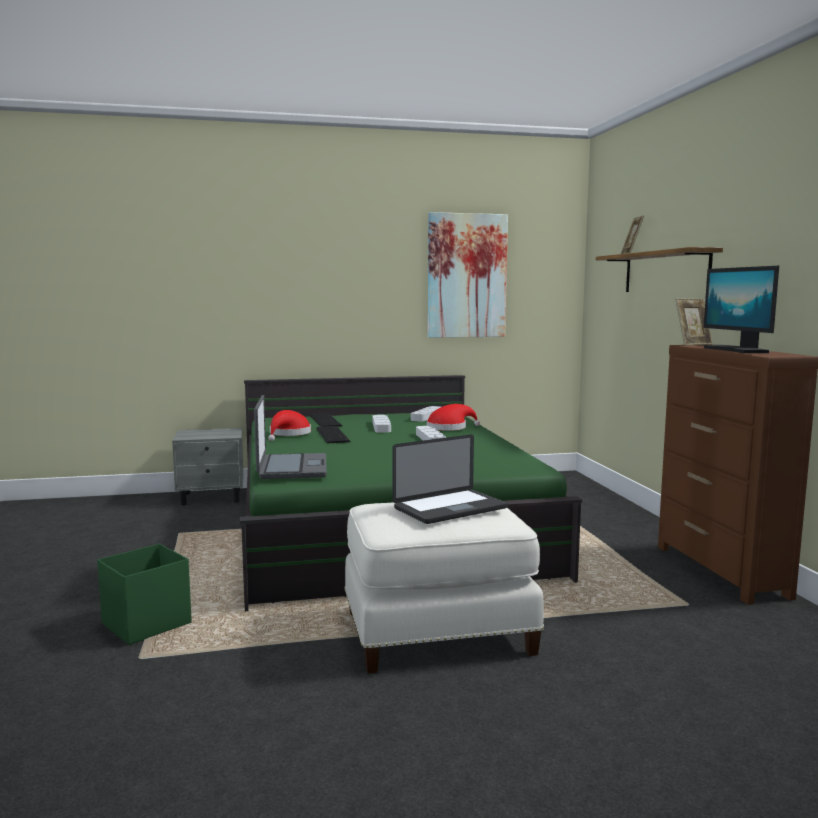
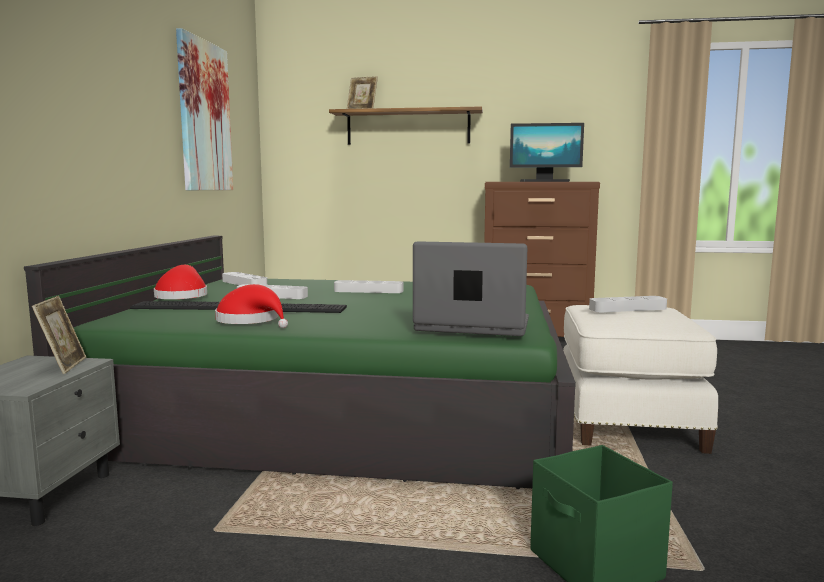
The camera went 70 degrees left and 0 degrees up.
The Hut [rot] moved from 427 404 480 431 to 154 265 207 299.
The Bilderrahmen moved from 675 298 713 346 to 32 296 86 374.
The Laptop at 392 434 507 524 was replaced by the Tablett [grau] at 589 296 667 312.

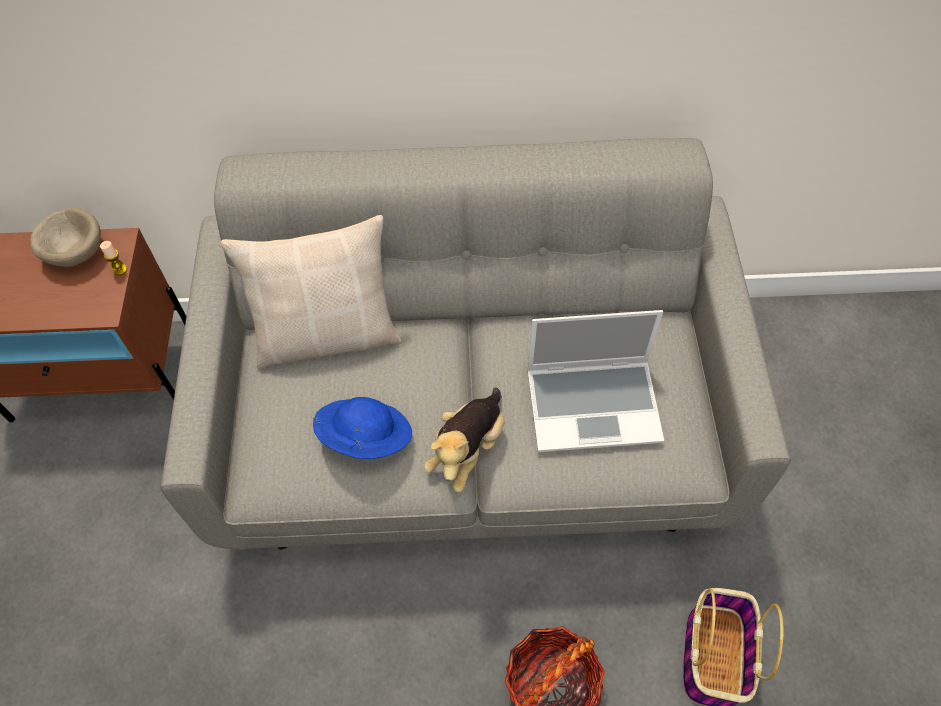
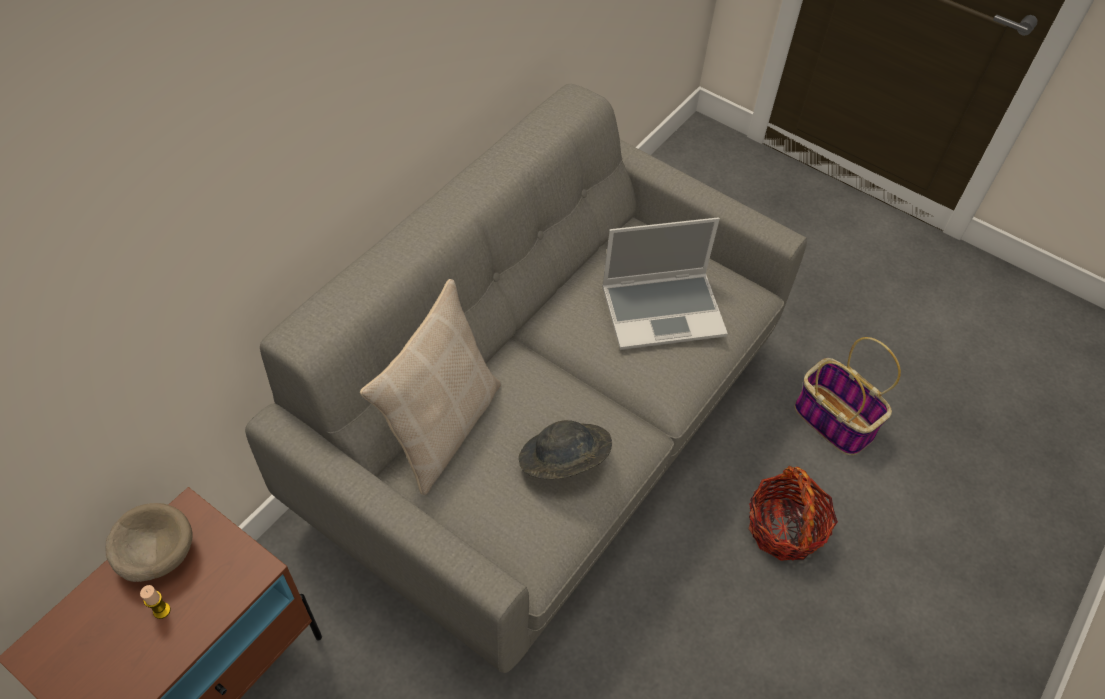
The camera went 55 degrees left and 5 degrees down.
The Plüschtier at 424 387 505 492 disappeared.
The Kerze moved from 100 241 127 275 to 140 585 171 619.
The Hut [blau] at 313 397 412 459 became the Hut [grau] at 518 420 612 480.
The Laptop at 527 310 664 452 turned 45 degrees clockwise.

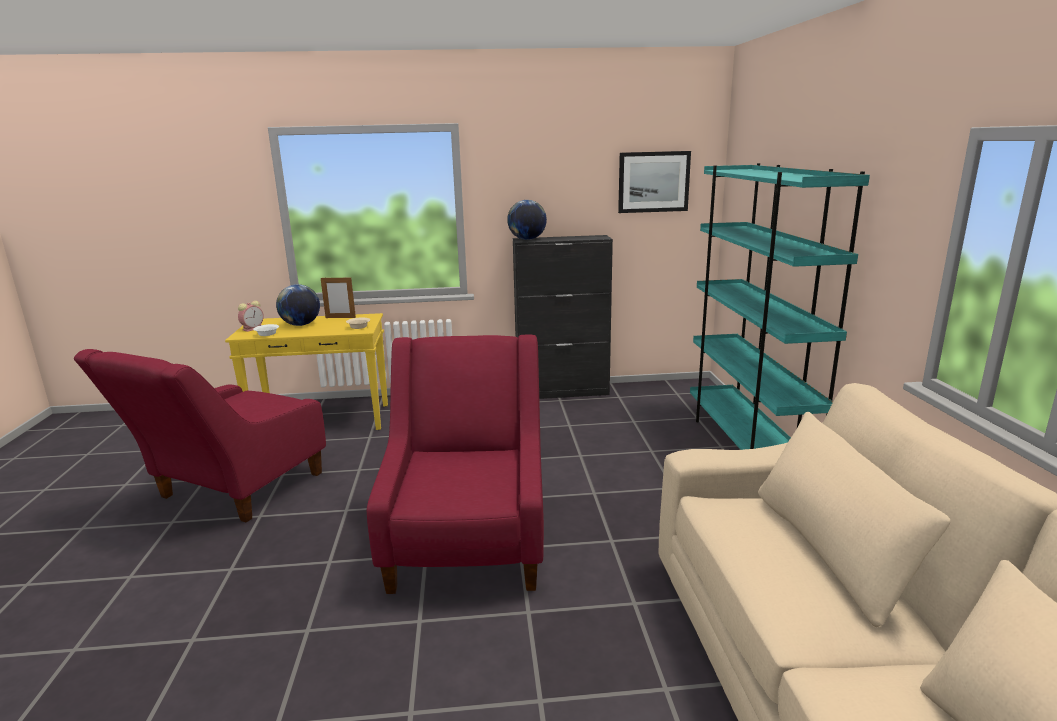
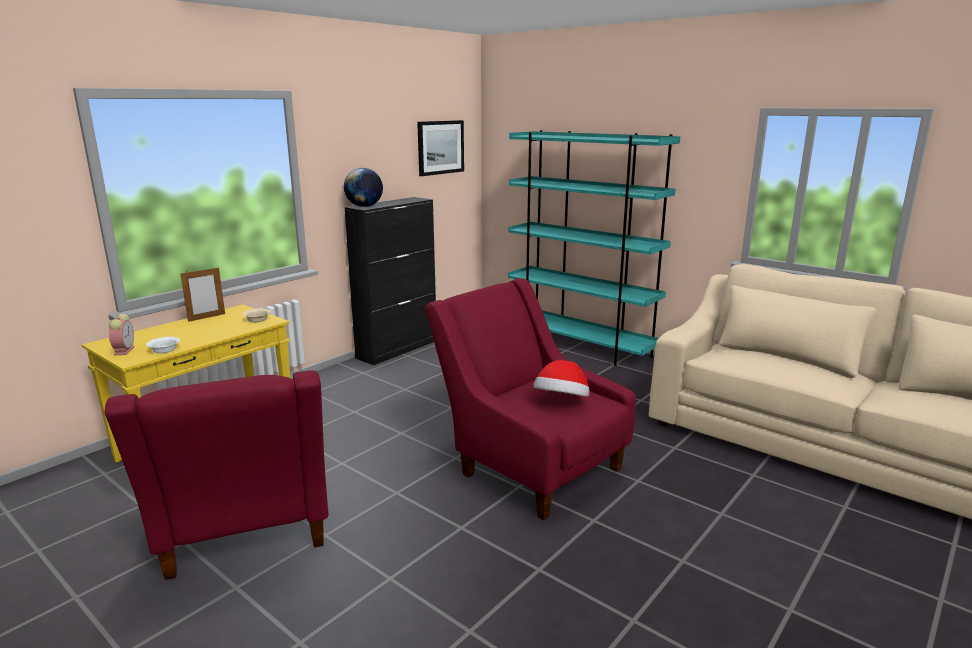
The camera went 45 degrees left and 0 degrees up.
The Globus at 276 284 320 326 disappeared.
The Hut at 534 360 589 397 appeared.

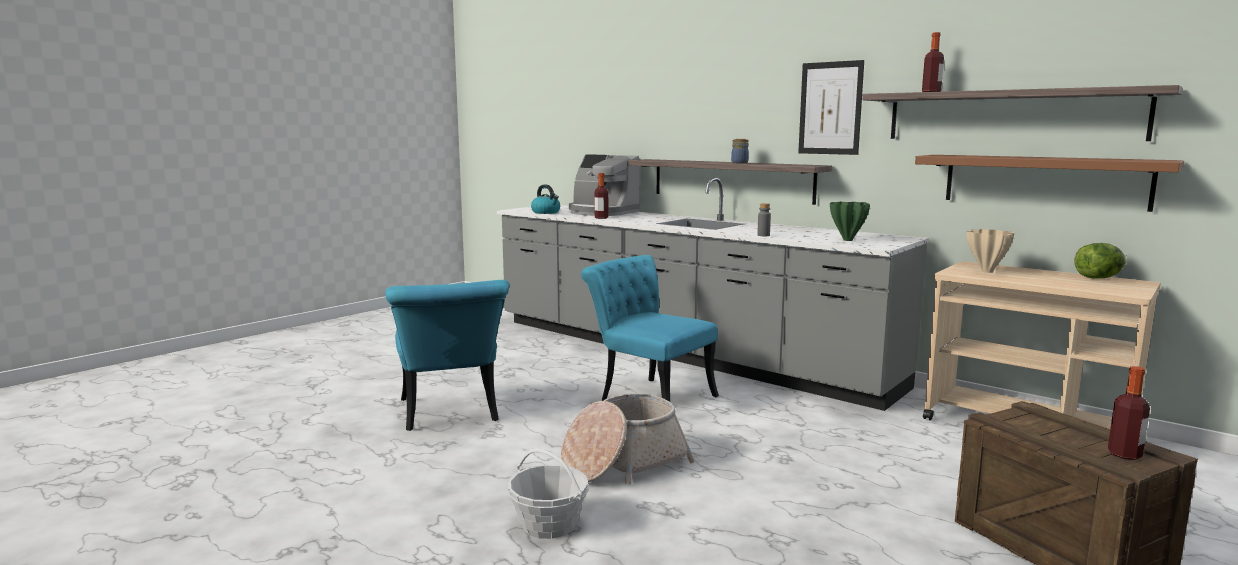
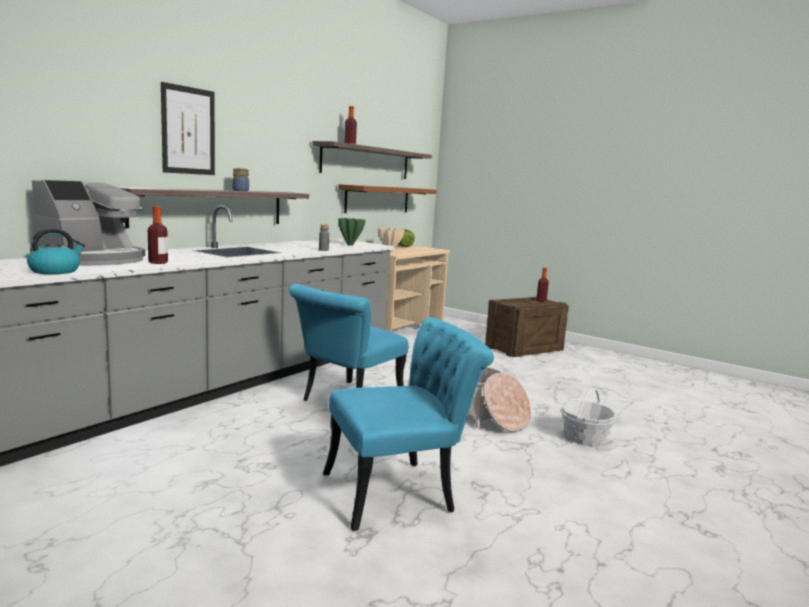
The camera went 95 degrees left and 0 degrees up.
The Bild moved from 798 60 864 155 to 161 82 215 175.

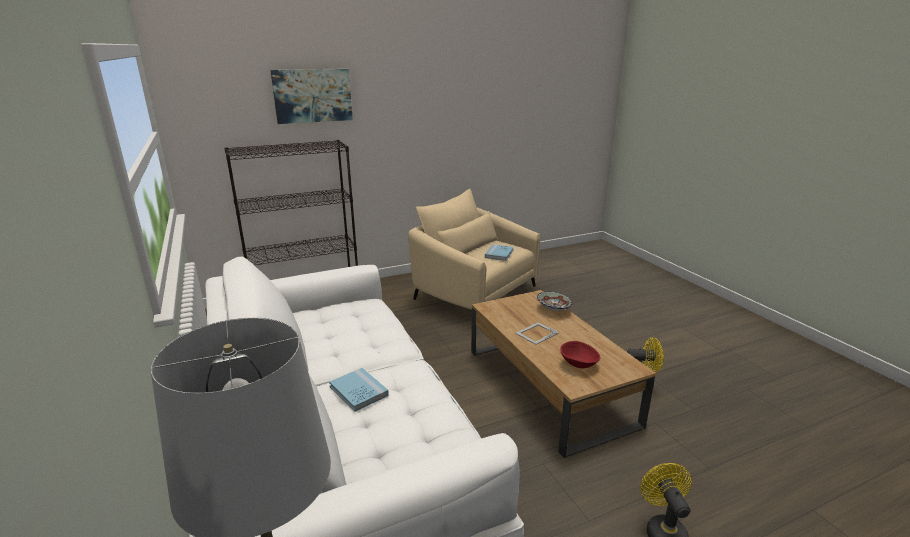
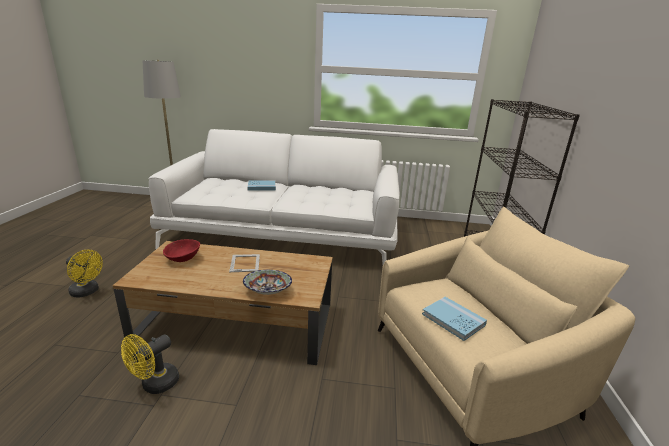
The camera went 120 degrees right and 0 degrees up.
The Bild at 270 69 353 124 disappeared.

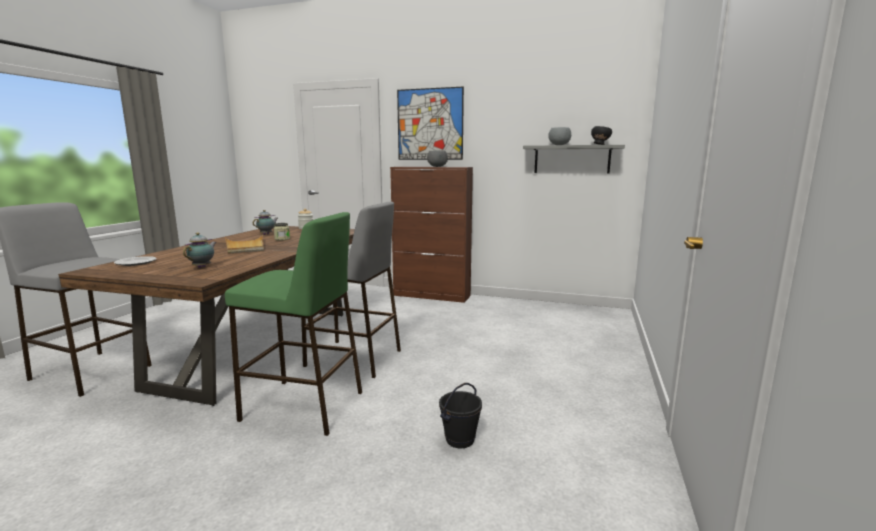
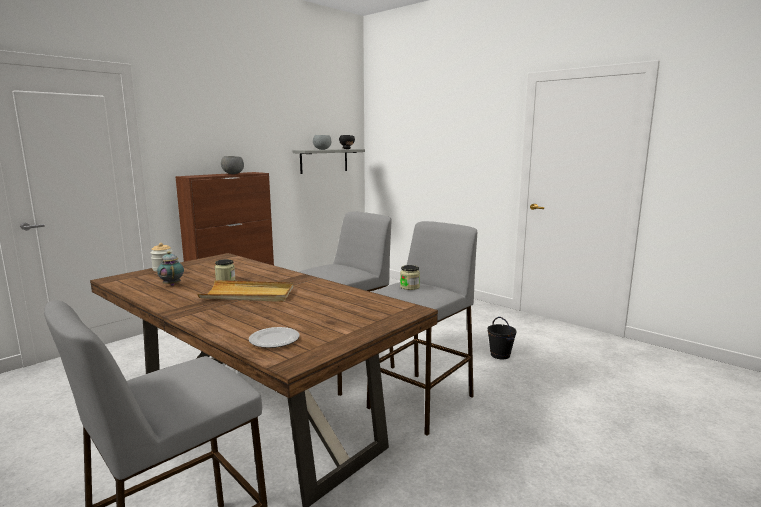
The camera went 65 degrees left and 0 degrees up.
The Teekanne at 183 232 216 268 disappeared.
The Bild at 397 87 464 160 disappeared.
The Vorratsglas at 400 265 420 290 appeared.
The Hocker [grün] at 225 212 362 436 became the Hocker [grau] at 367 221 477 436.

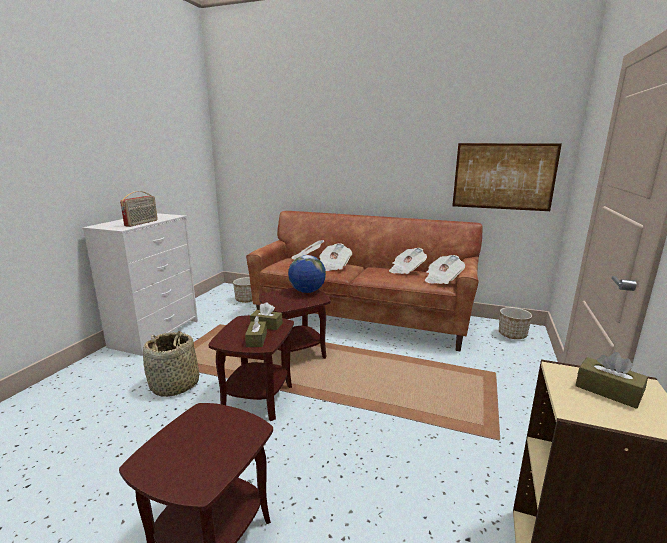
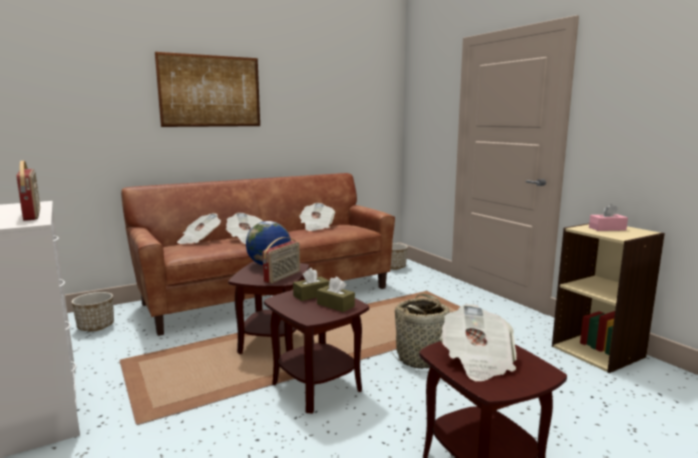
The camera went 50 degrees left and 5 degrees down.
The Radio at 263 237 300 284 appeared.
The Korb moved from 143 331 199 397 to 392 293 452 369.
The Zeitung moved from 425 255 465 284 to 440 304 517 382.
The Bild moved from 452 143 562 211 to 155 52 260 127.
The Taschentuchbox [braun] at 575 352 648 409 became the Taschentuchbox [rosa] at 589 204 628 231.

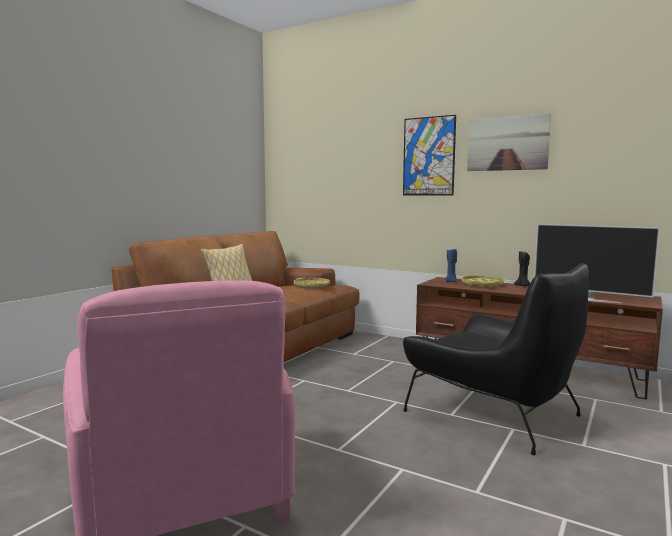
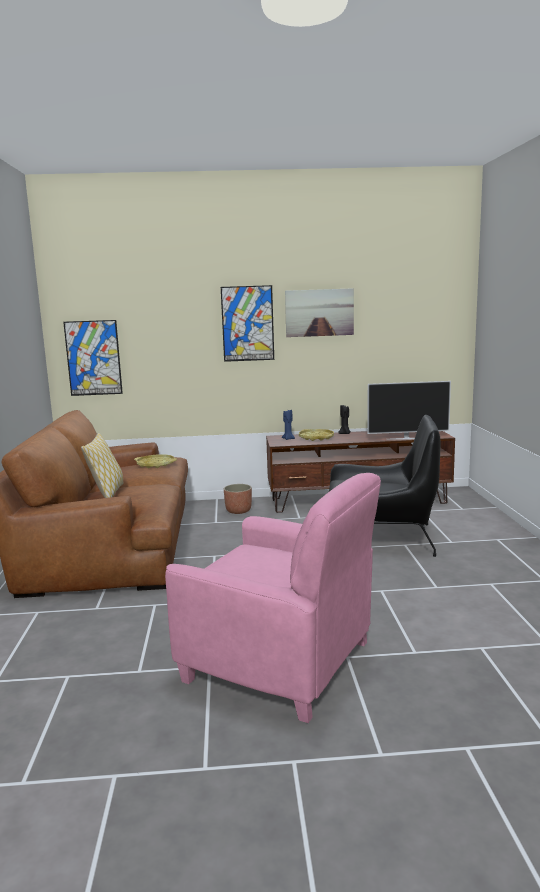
The camera went 35 degrees left and 5 degrees up.
The Bild at 63 320 123 396 appeared.
The Pflanzkübel at 224 484 252 514 appeared.

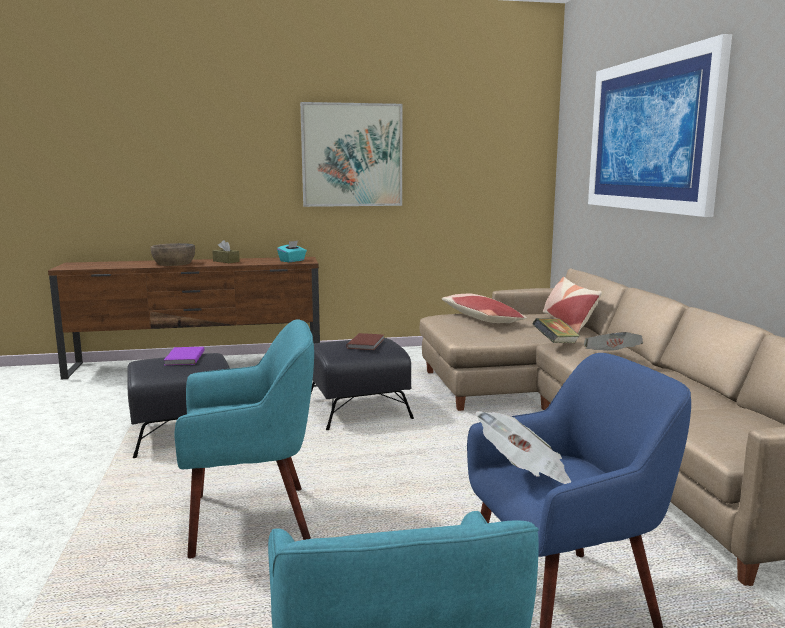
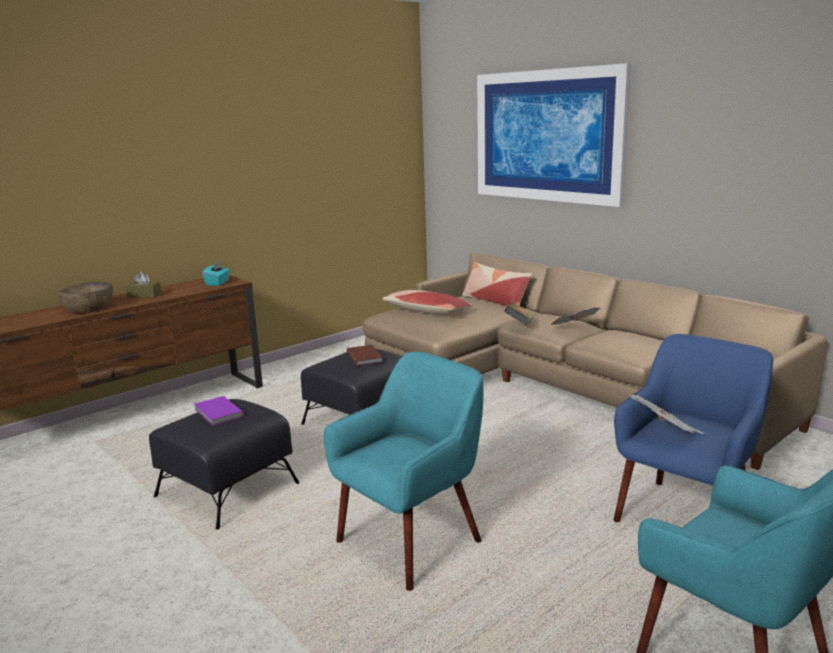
The camera went 30 degrees left and 5 degrees up.
The Bild at 300 102 403 207 disappeared.

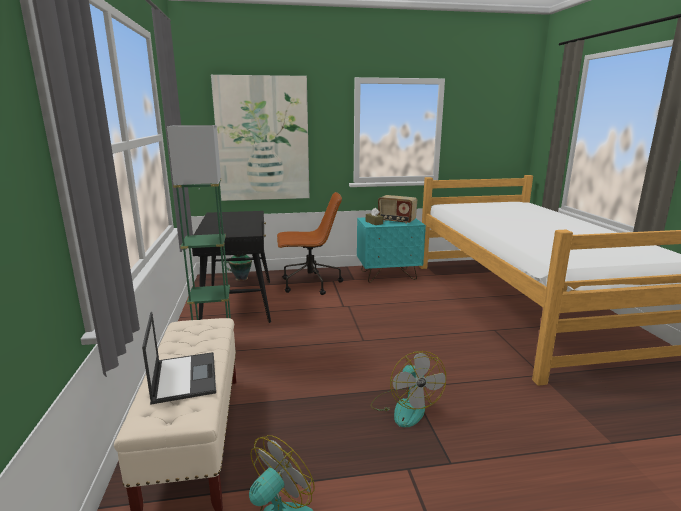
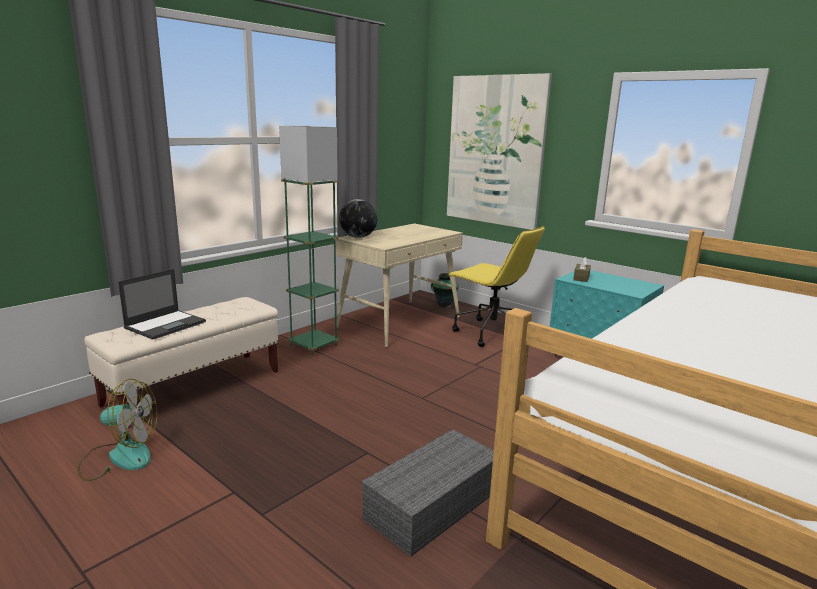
The camera went 50 degrees right and 0 degrees up.
The Ventilator at 371 351 446 428 disappeared.
The Radio at 378 195 417 224 disappeared.
The Globus at 339 199 378 238 appeared.
The Aufbewahrungsbox [grau] at 362 429 494 557 appeared.
The Schreibtisch [schwarz] at 192 211 271 323 became the Schreibtisch [beige] at 336 223 463 347.
The Bürostuhl [braun] at 277 192 343 295 became the Bürostuhl [gelb] at 449 226 545 347.

